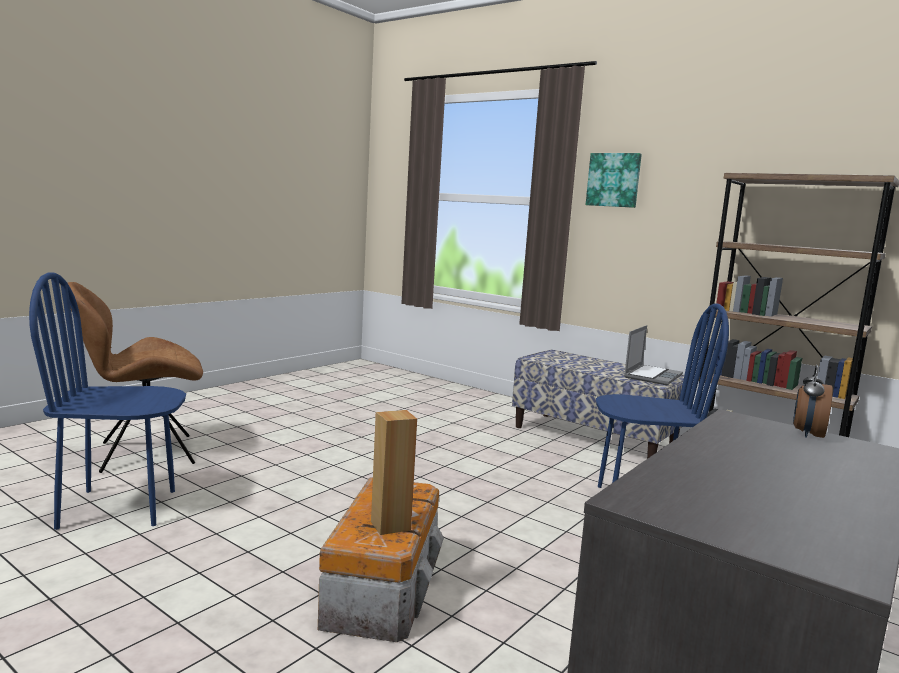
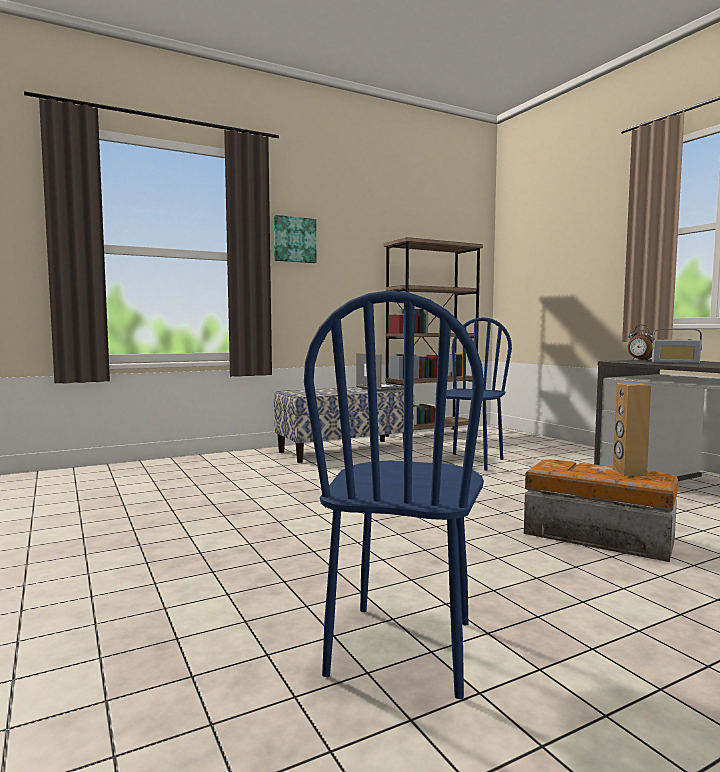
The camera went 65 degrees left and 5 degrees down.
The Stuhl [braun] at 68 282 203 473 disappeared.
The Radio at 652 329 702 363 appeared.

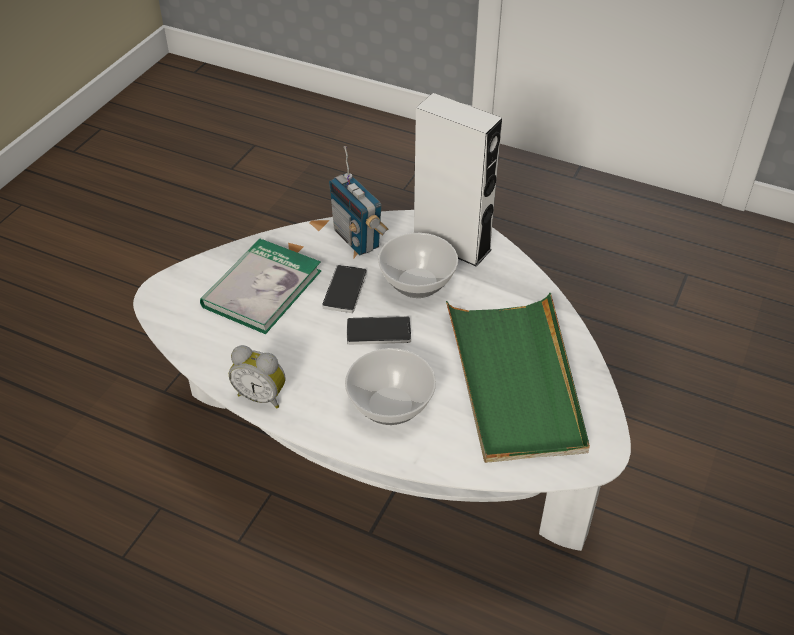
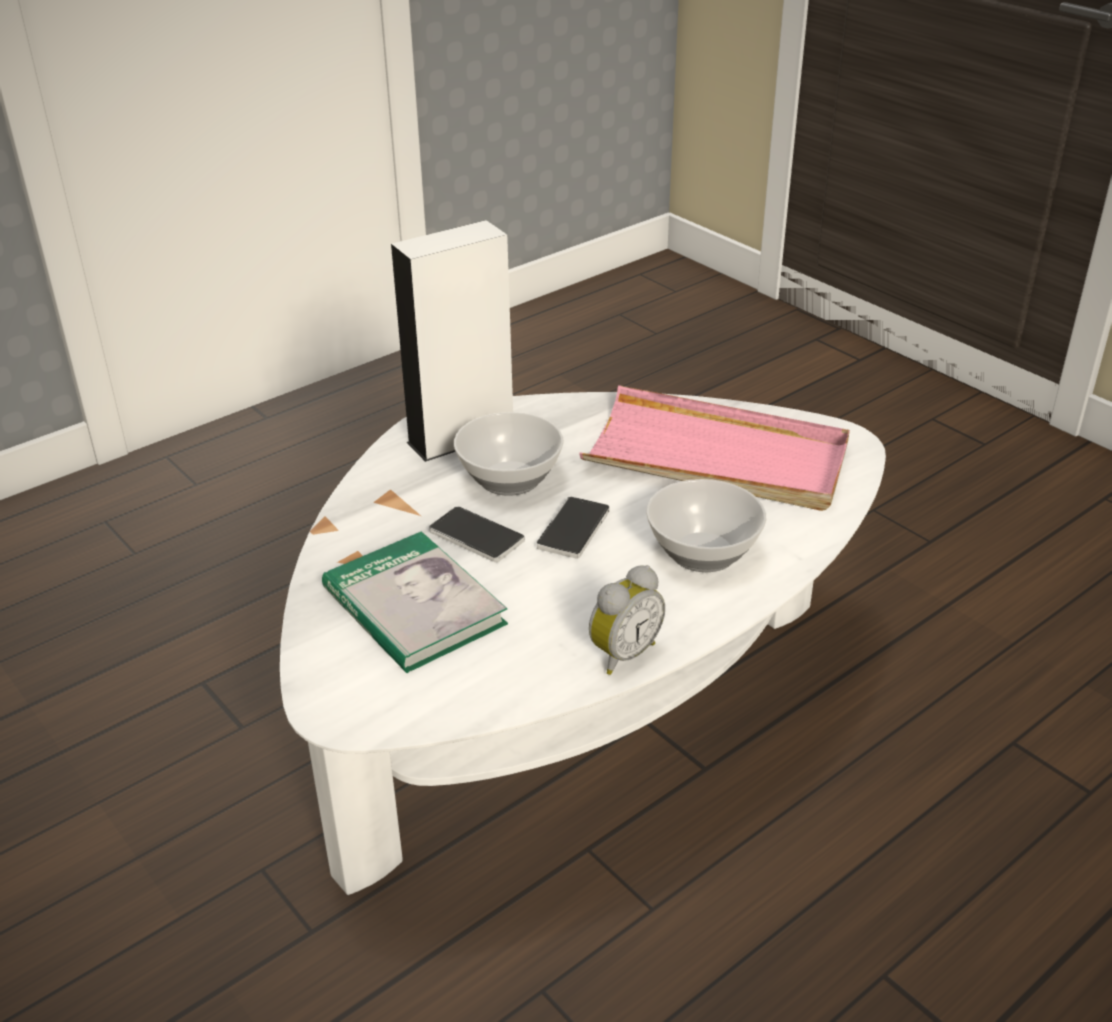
The camera went 65 degrees left and 10 degrees down.
The Radio at 329 146 388 255 disappeared.
The Tablett [grün] at 446 293 590 463 became the Tablett [rosa] at 579 385 850 511.

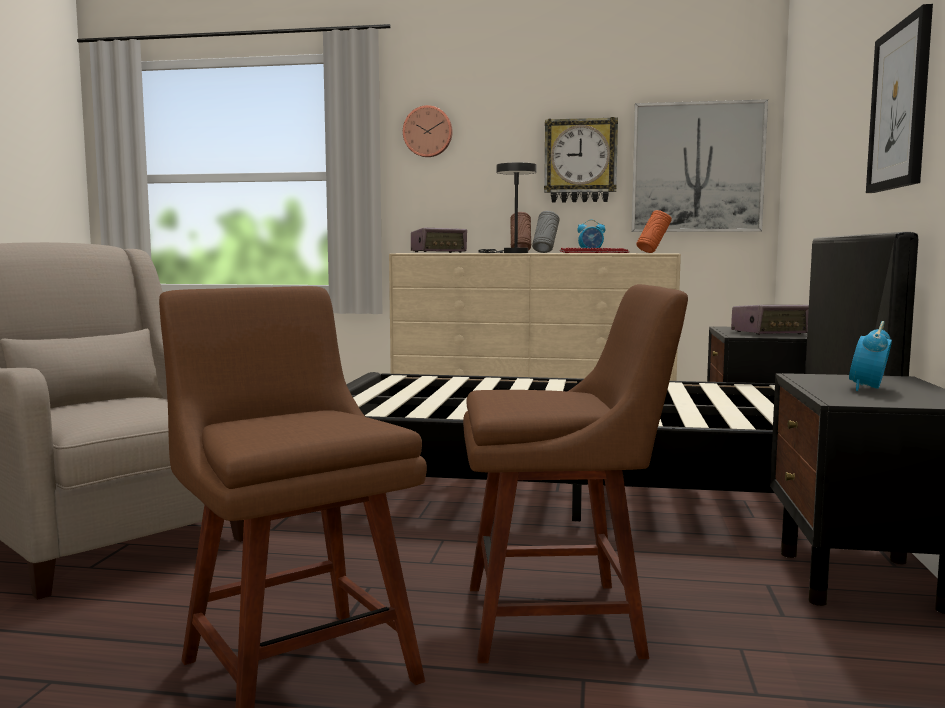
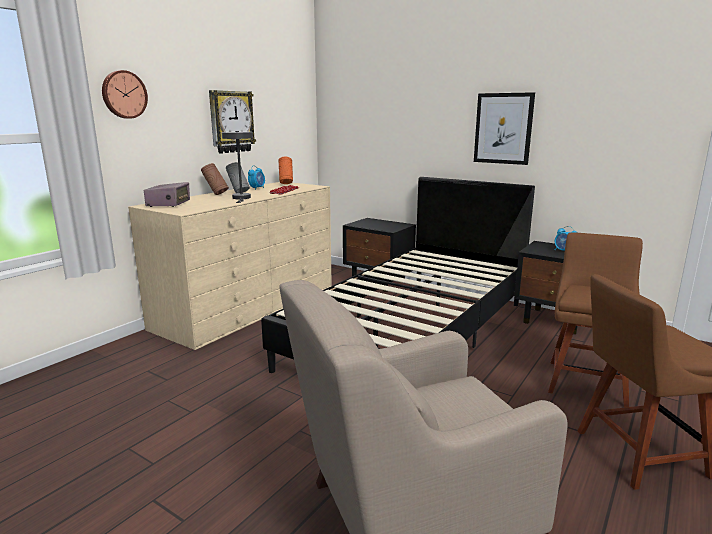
The camera went 65 degrees left and 10 degrees up.
The Bild at 632 99 768 232 disappeared.
The Radio at 731 305 809 335 disappeared.

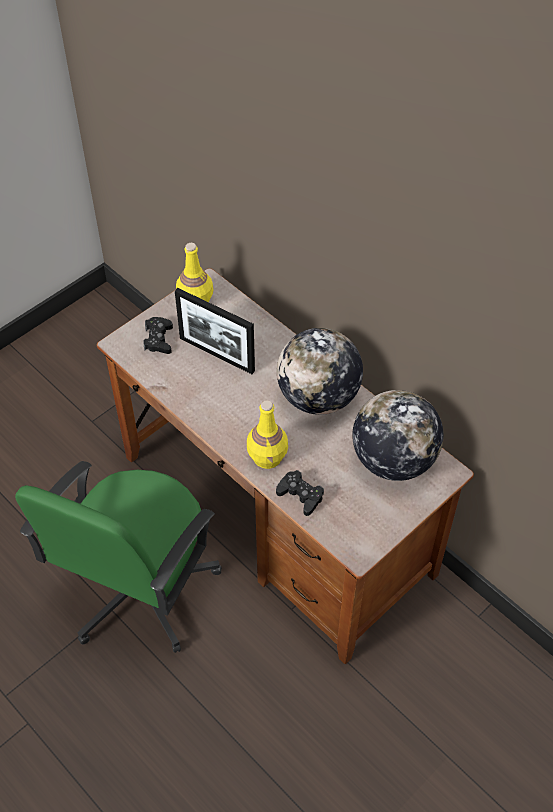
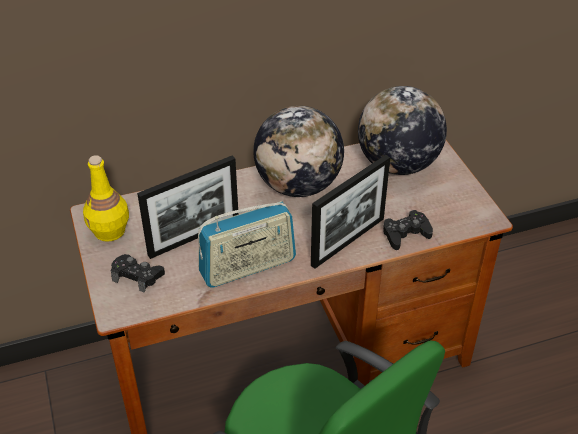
The camera went 65 degrees left and 10 degrees down.
The Radio at 198 201 296 287 appeared.
The Flasche [gelb] at 247 400 288 469 was replaced by the Bilderrahmen at 311 155 390 269.

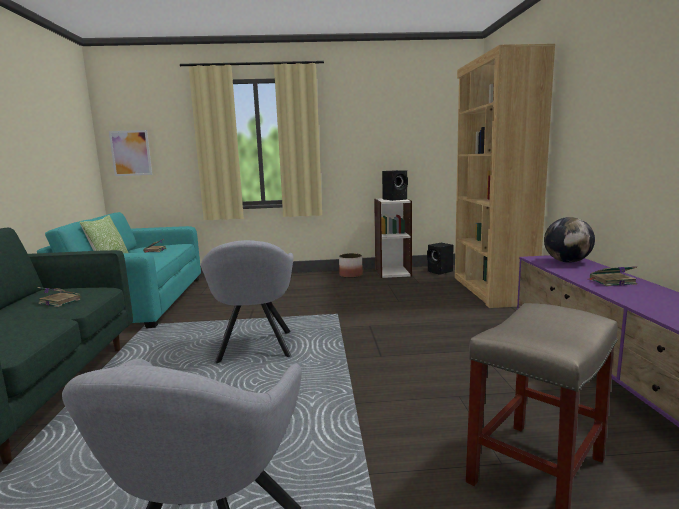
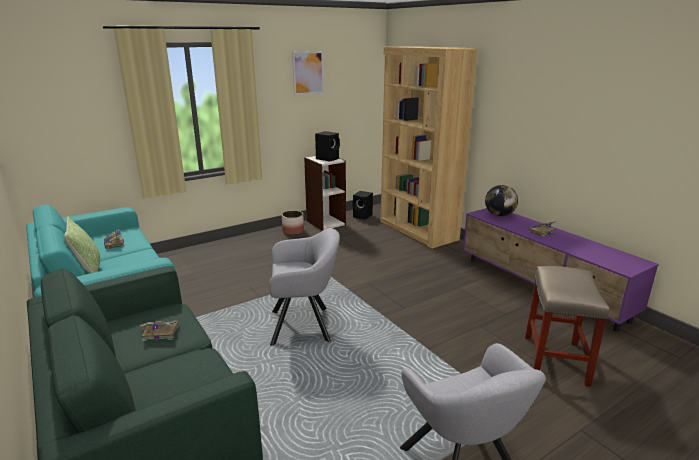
The camera went 30 degrees left and 10 degrees up.
The Bild moved from 109 130 152 176 to 292 51 324 95.
The Sessel [grau] at 201 240 294 364 turned 60 degrees counterclockwise.

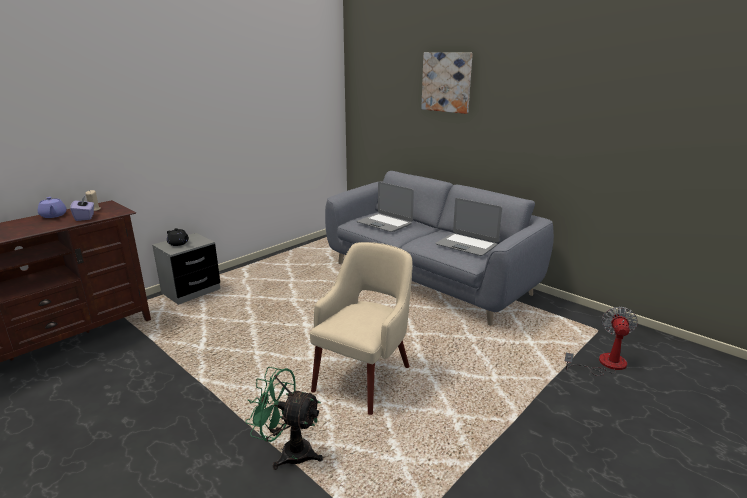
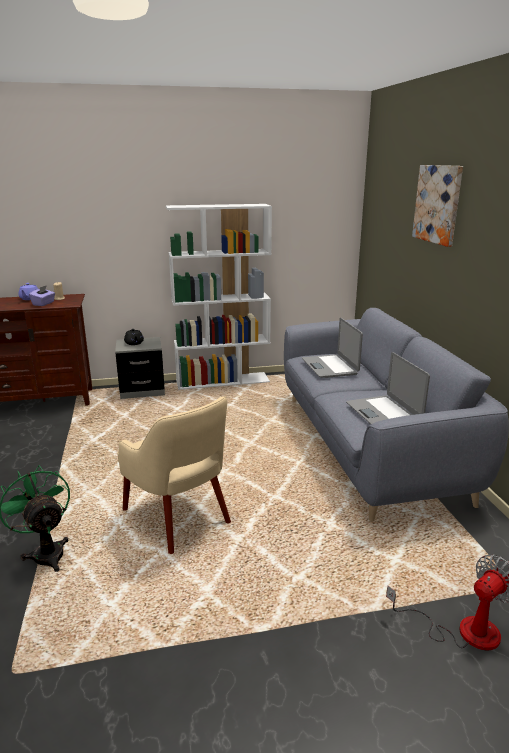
The camera went 35 degrees right and 0 degrees up.
The Bücherregal [weiß] at 166 204 272 390 appeared.
The Sessel [beige] at 310 242 413 415 turned 75 degrees clockwise.

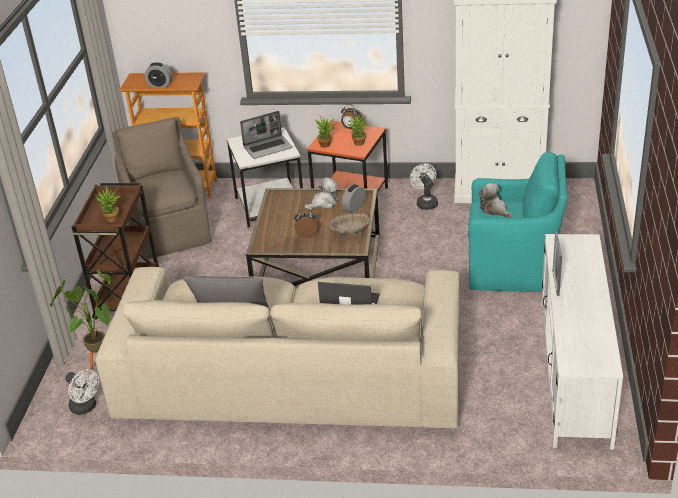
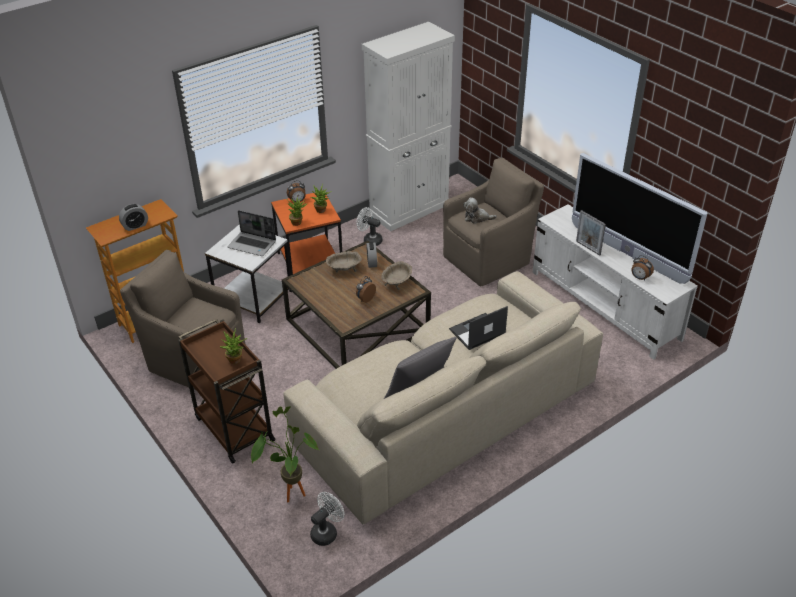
The camera went 45 degrees left and 5 degrees up.
The Fernseher at 572 153 708 284 appeared.
The Wecker at 631 255 654 280 appeared.
The Plüschtier at 304 177 338 210 was replaced by the Schüssel [beige] at 326 251 362 272.
The Sessel [türkis] at 468 152 568 292 became the Sessel [braun] at 443 157 544 287.
The Ventilator [weiß] at 65 369 99 415 turned 45 degrees counterclockwise.
The Laptop at 240 111 293 159 turned 90 degrees clockwise.

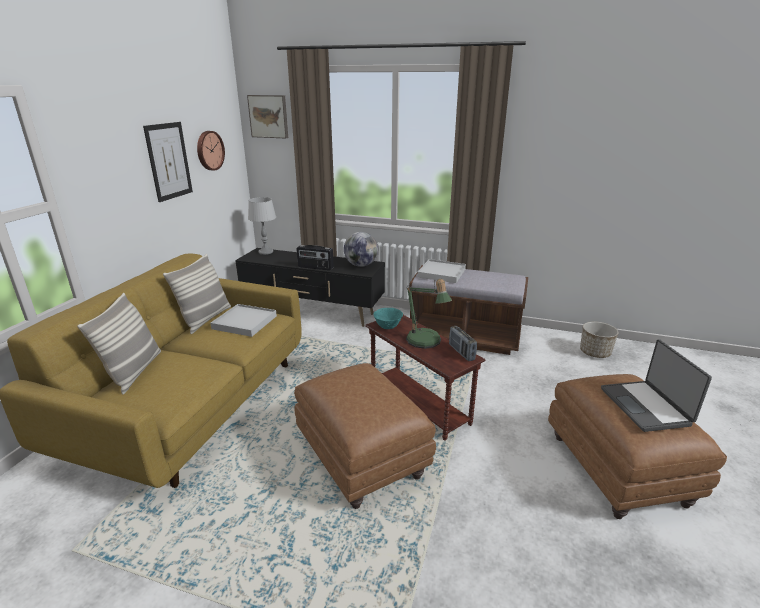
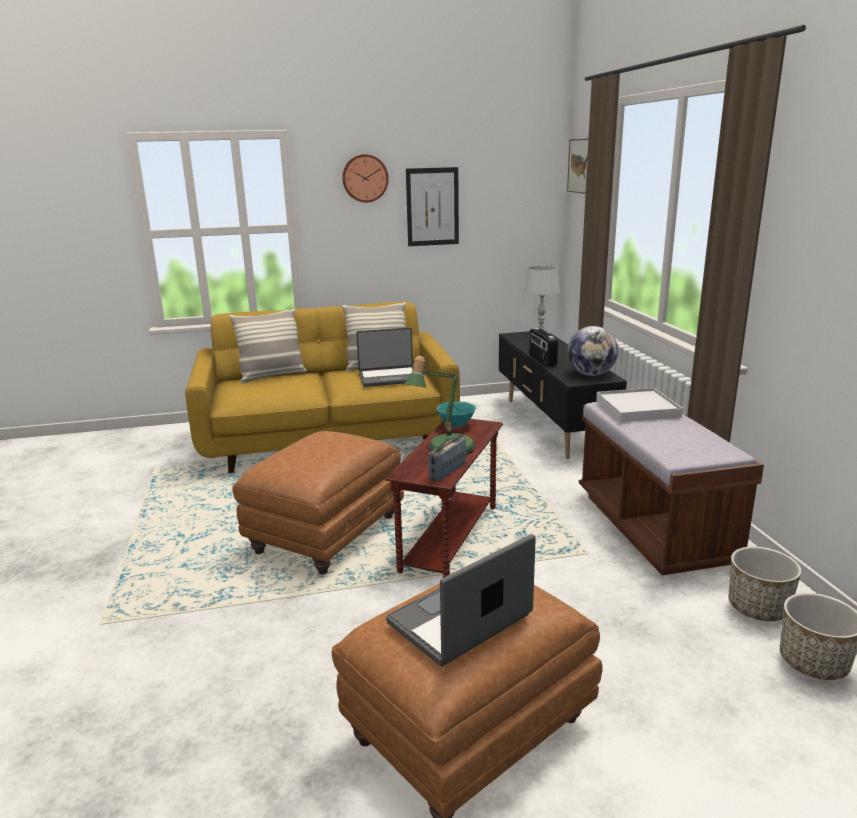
The camera went 60 degrees right and 5 degrees down.
The Pflanzkübel at 728 547 801 621 appeared.
The Wanduhr moved from 197 131 225 170 to 342 154 389 203.
The Tablett [weiß] at 210 304 277 337 was replaced by the Laptop at 356 327 413 387.

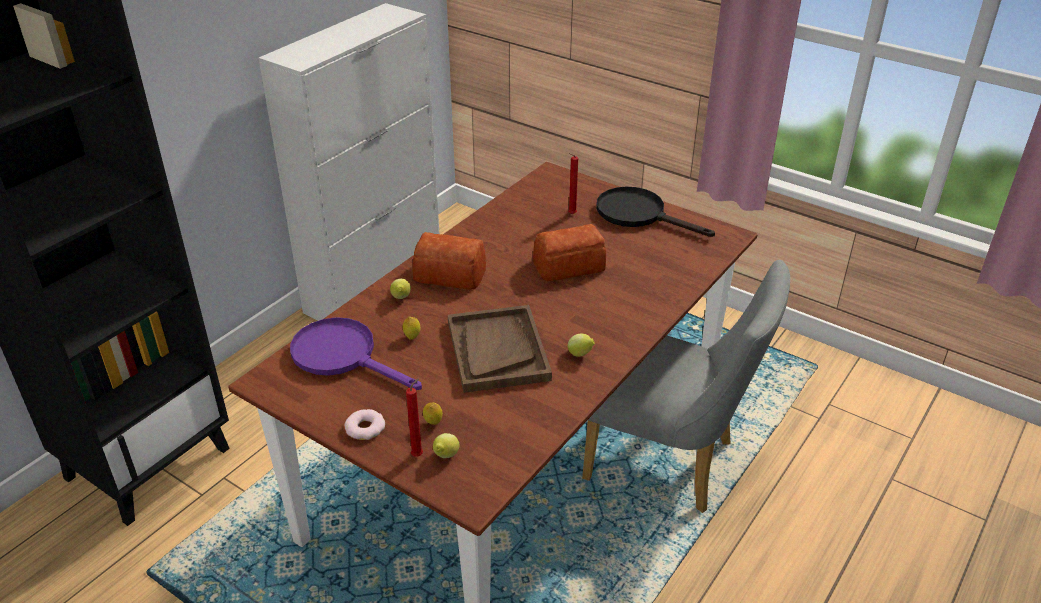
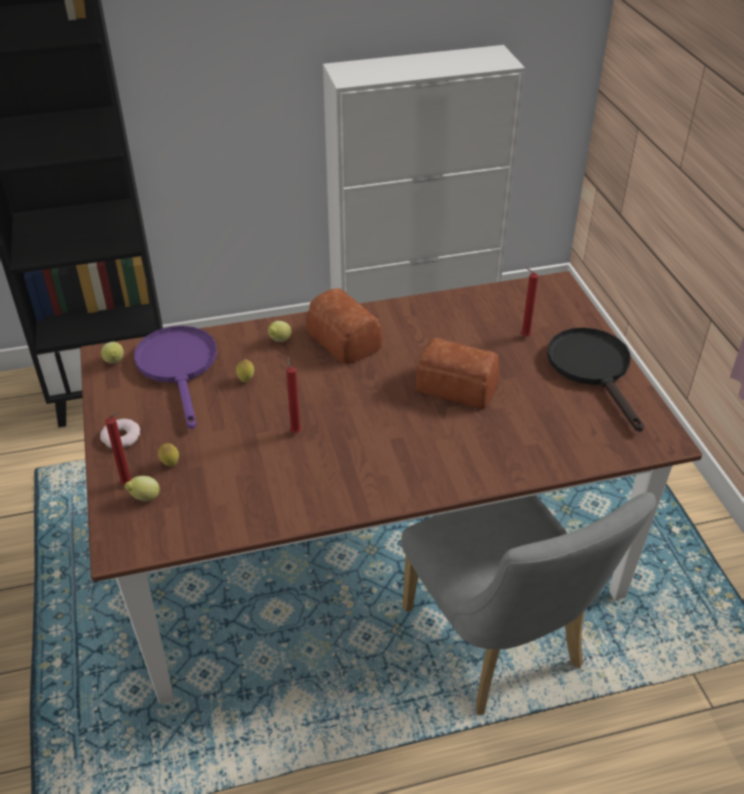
The camera went 40 degrees right and 5 degrees up.
The Zitrone moved from 568 334 595 357 to 101 342 124 363.
The Tablett [braun] at 448 305 552 393 was replaced by the Kerze [rot] at 286 356 301 433.

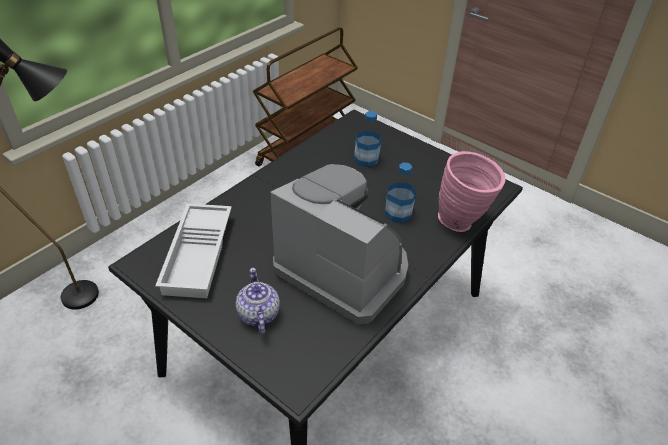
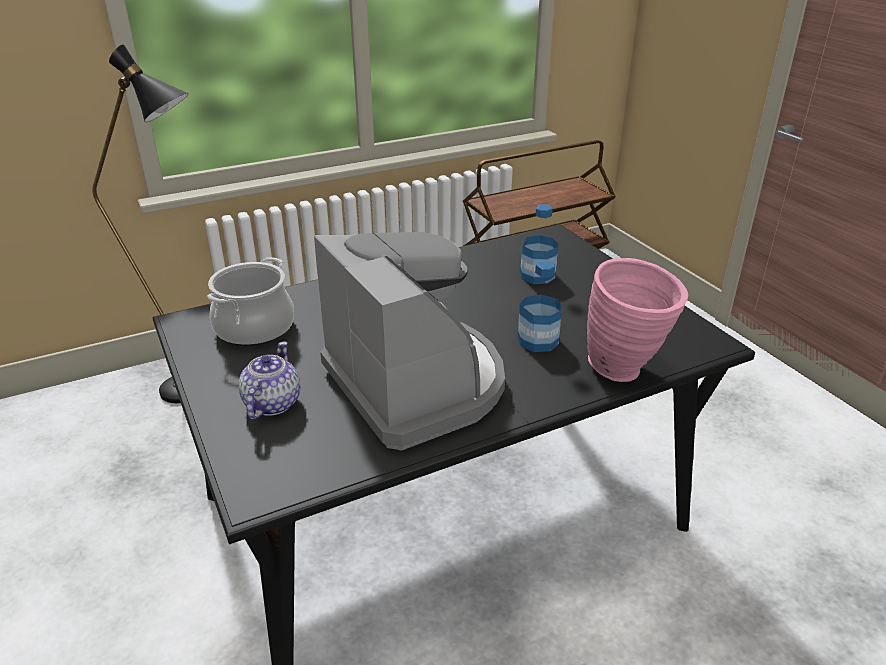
The camera went 25 degrees right and 10 degrees down.
The Tablett [weiß] at 155 203 232 298 was replaced by the Kochtopf at 207 257 294 346.

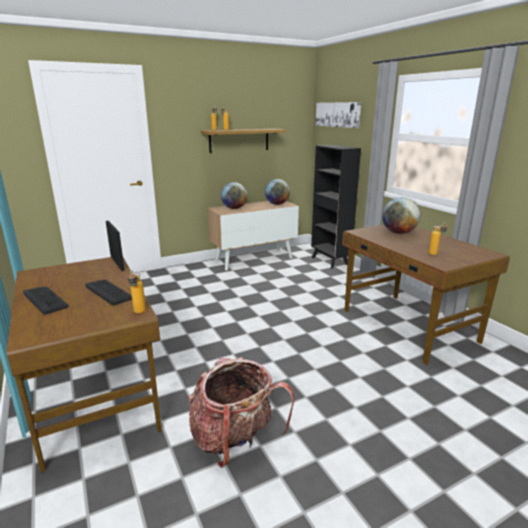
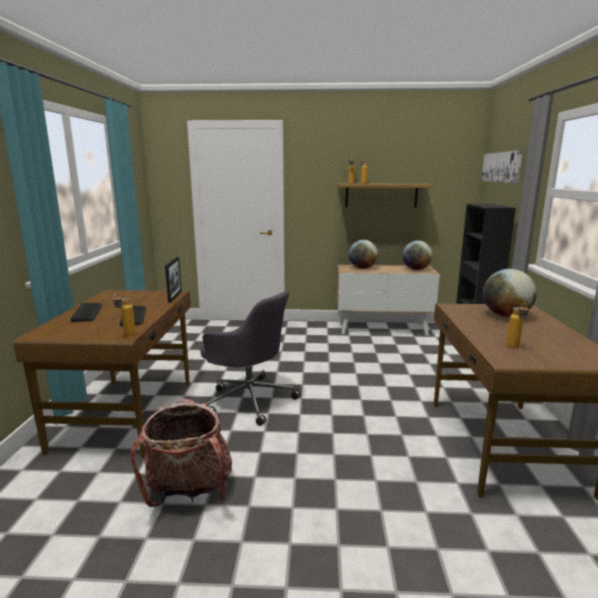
The camera went 30 degrees right and 5 degrees down.
The Bürostuhl [grau] at 200 290 301 426 appeared.

